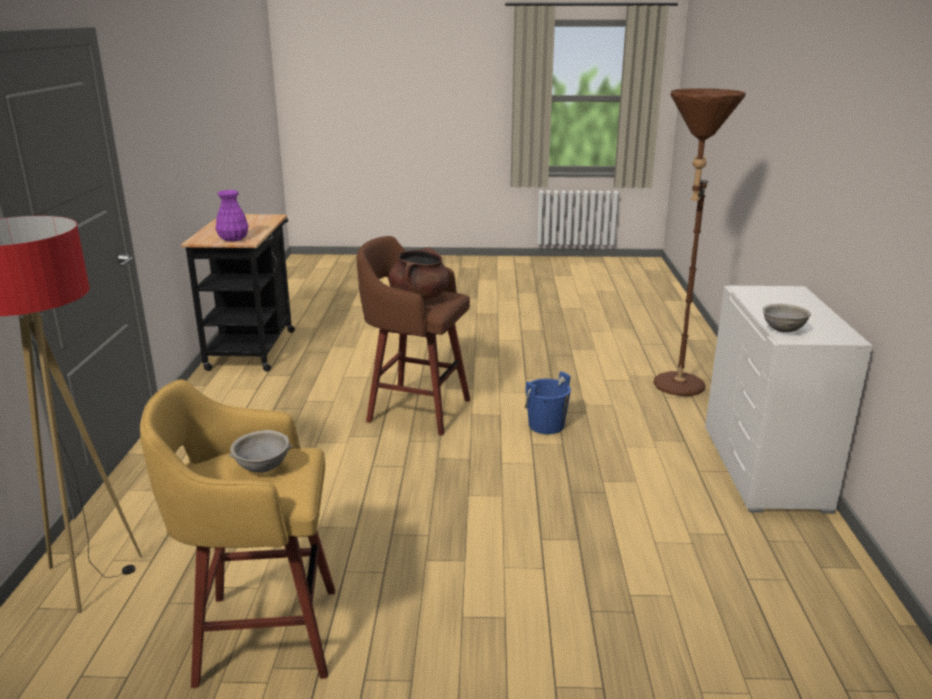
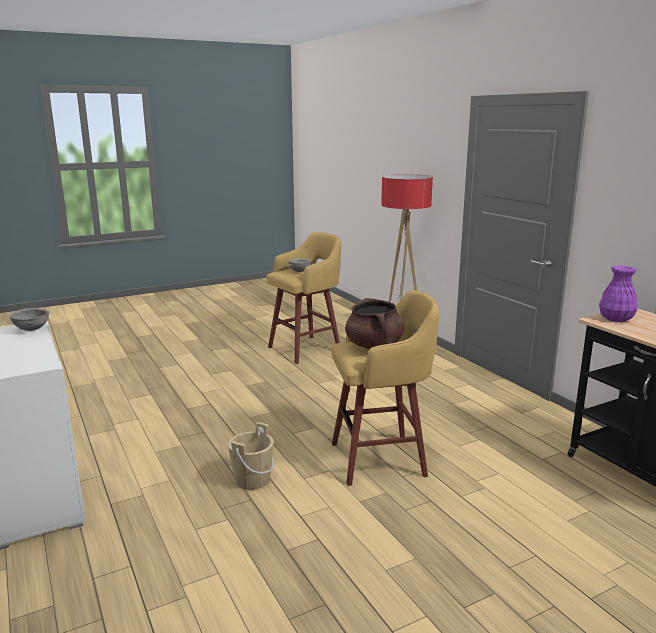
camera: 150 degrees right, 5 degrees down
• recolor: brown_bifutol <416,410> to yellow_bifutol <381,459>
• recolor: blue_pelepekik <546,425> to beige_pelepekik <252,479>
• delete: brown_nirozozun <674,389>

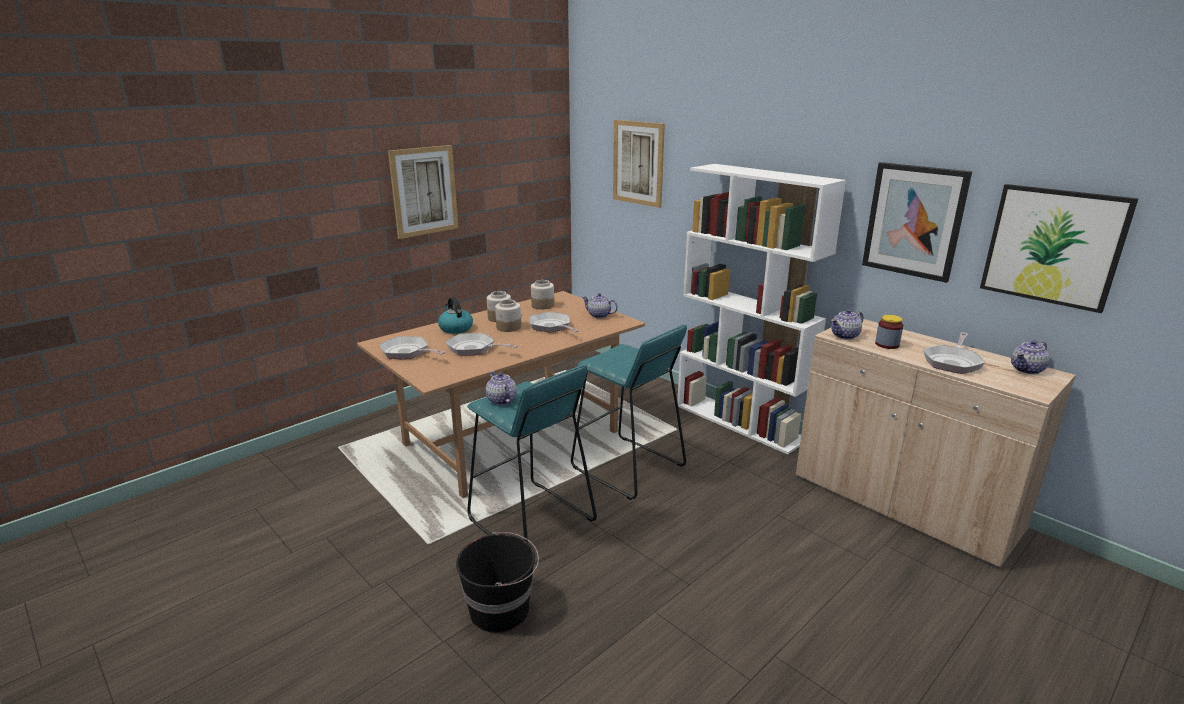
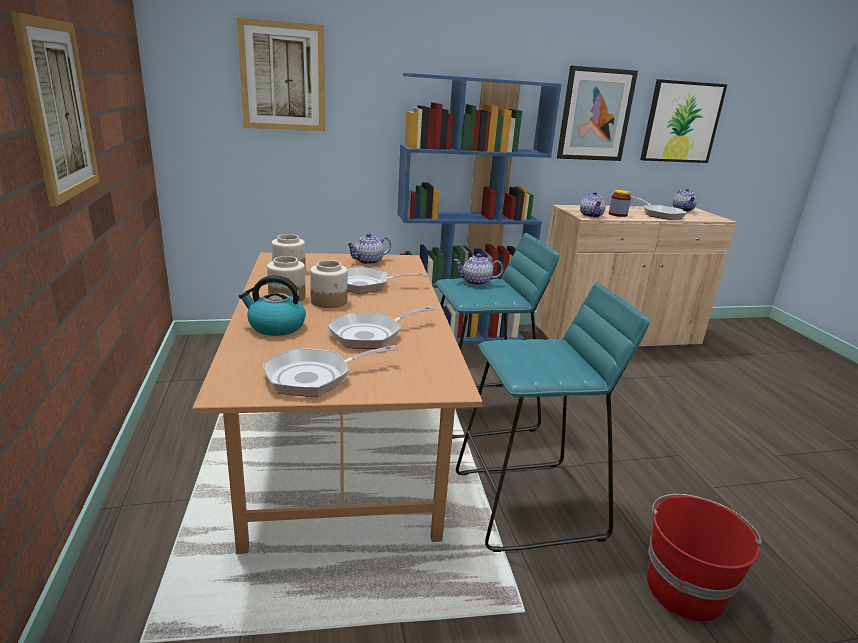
camera: 60 degrees left, 0 degrees up
• recolor: black_pelepekik <501,609> to red_pelepekik <684,588>
• move: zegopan <501,400> to <476,282>
• recolor: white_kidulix <740,422> to blue_kidulix <459,335>

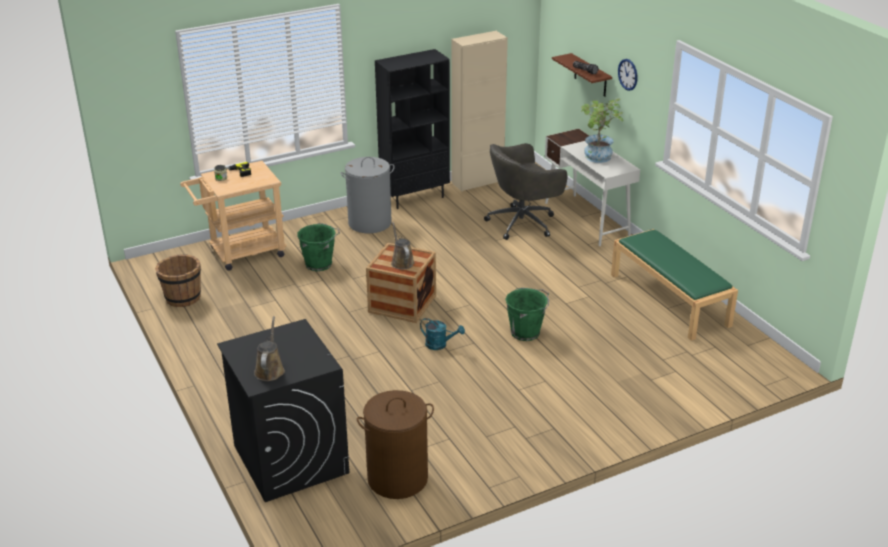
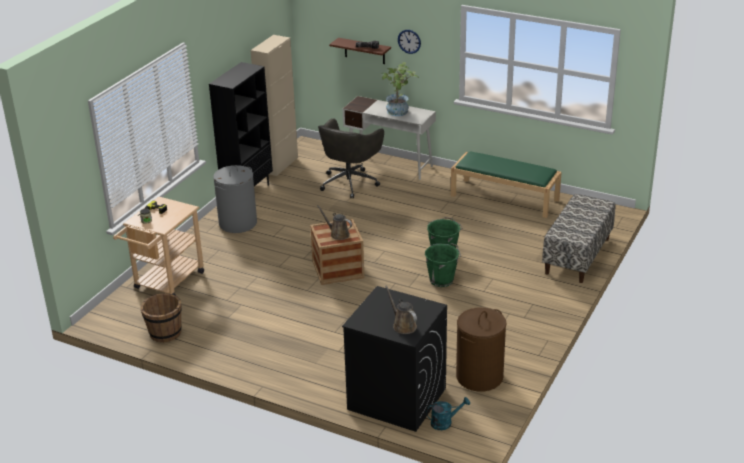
camera: 35 degrees left, 0 degrees up
• move: green_pelepekik <320,264> to <442,280>
• move: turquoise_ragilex <440,345> to <445,422>
• insert: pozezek <577,256>

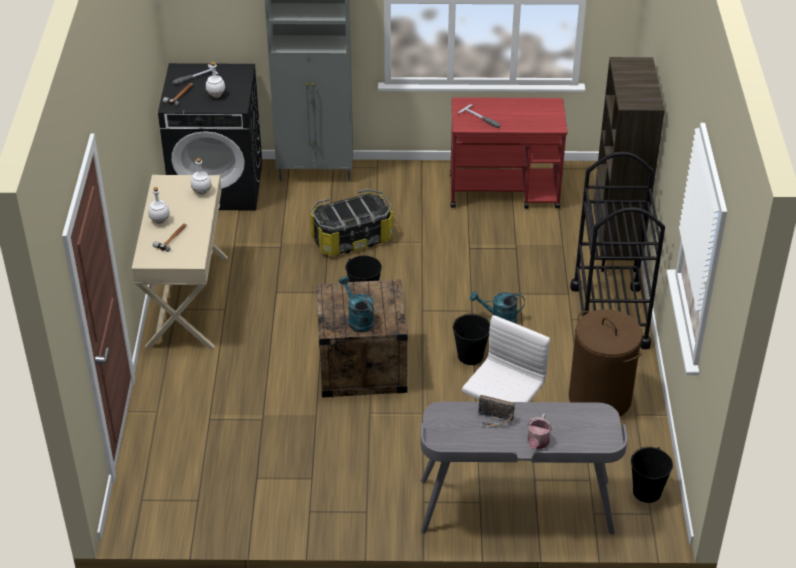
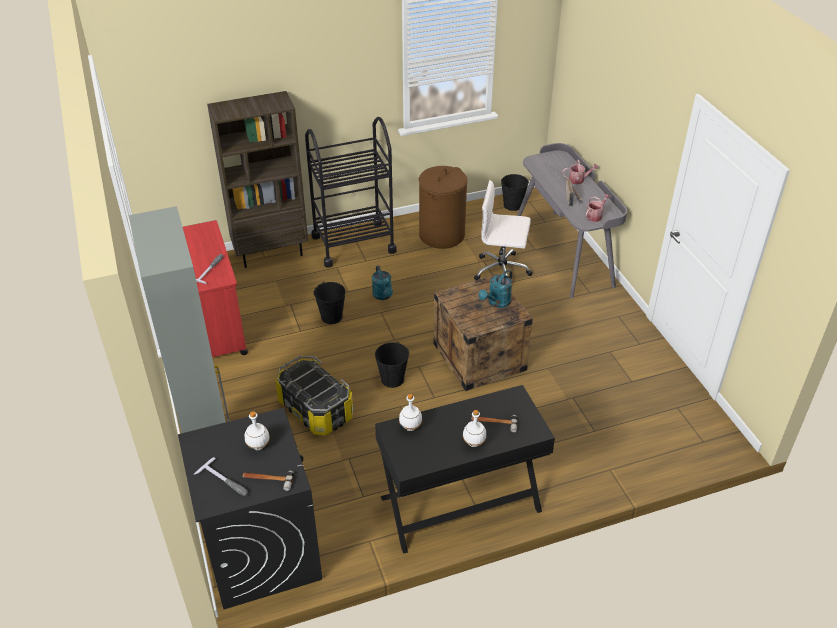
camera: 110 degrees left, 0 degrees up
• recolor: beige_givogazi <186,300> to black_givogazi <460,504>
• move: black_pelepekik <470,356> to <332,316>
• insert: ragilex <595,216>

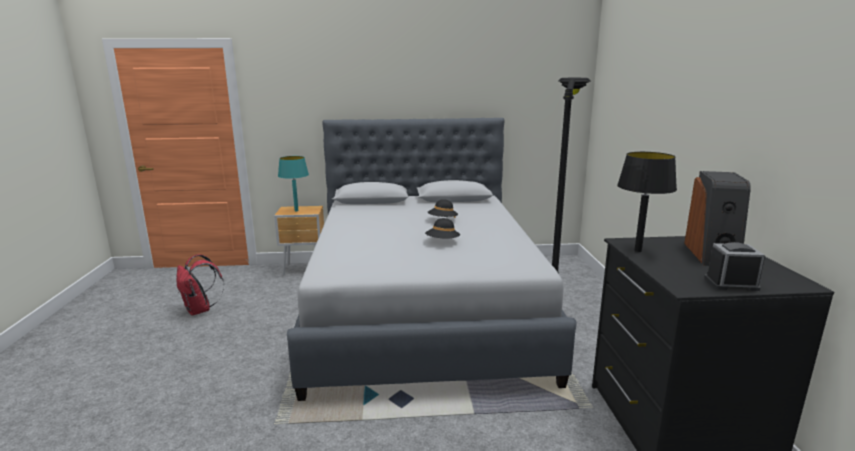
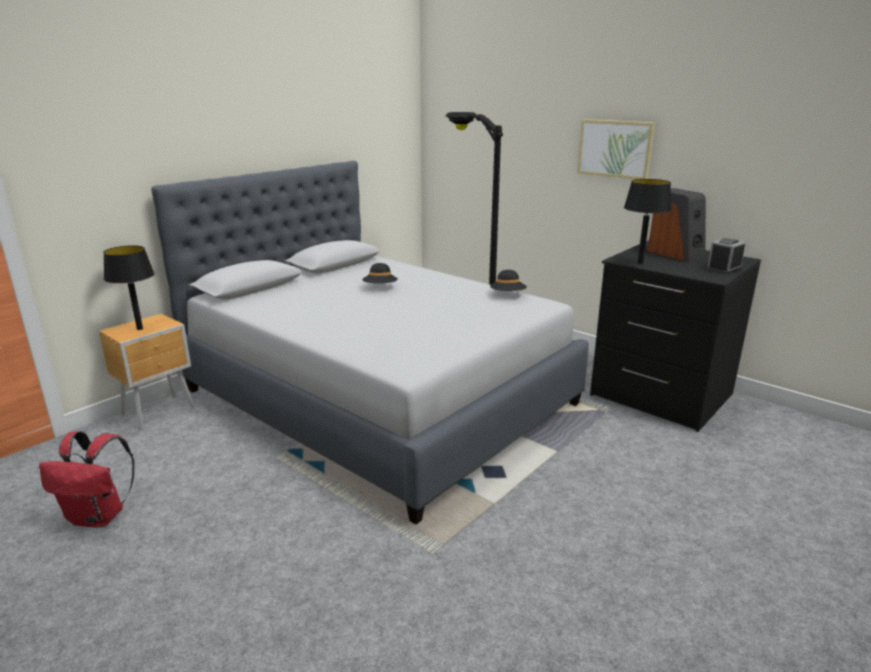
camera: 45 degrees left, 5 degrees up
• recolor: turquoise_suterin <296,210> to black_suterin <139,328>
• move: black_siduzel <442,242> to <508,295>
• insert: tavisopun <614,149>

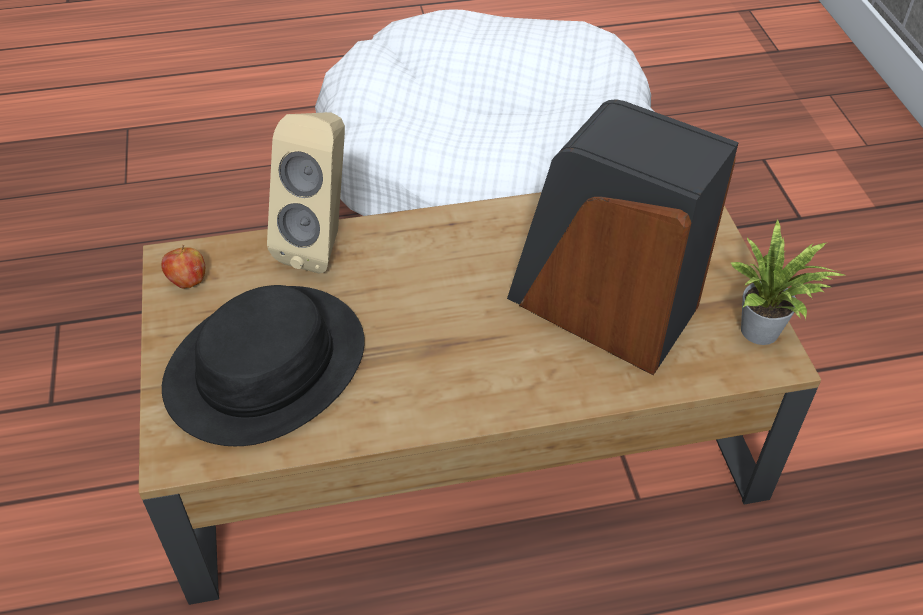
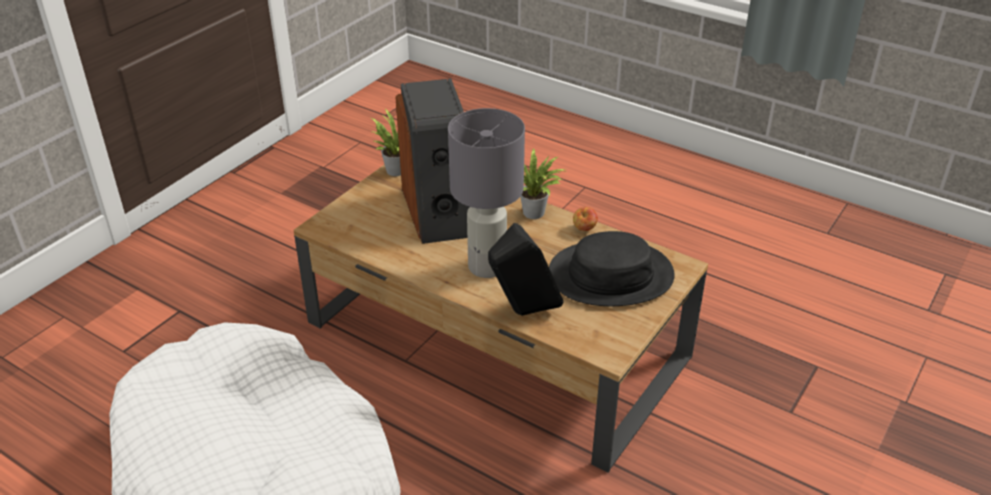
camera: 135 degrees left, 10 degrees down
• move: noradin <188,281> to <584,229>
• recolor: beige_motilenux <321,244> to black_motilenux <523,313>
• insert: grey_suterin <487,267>
• insert: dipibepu <536,214>

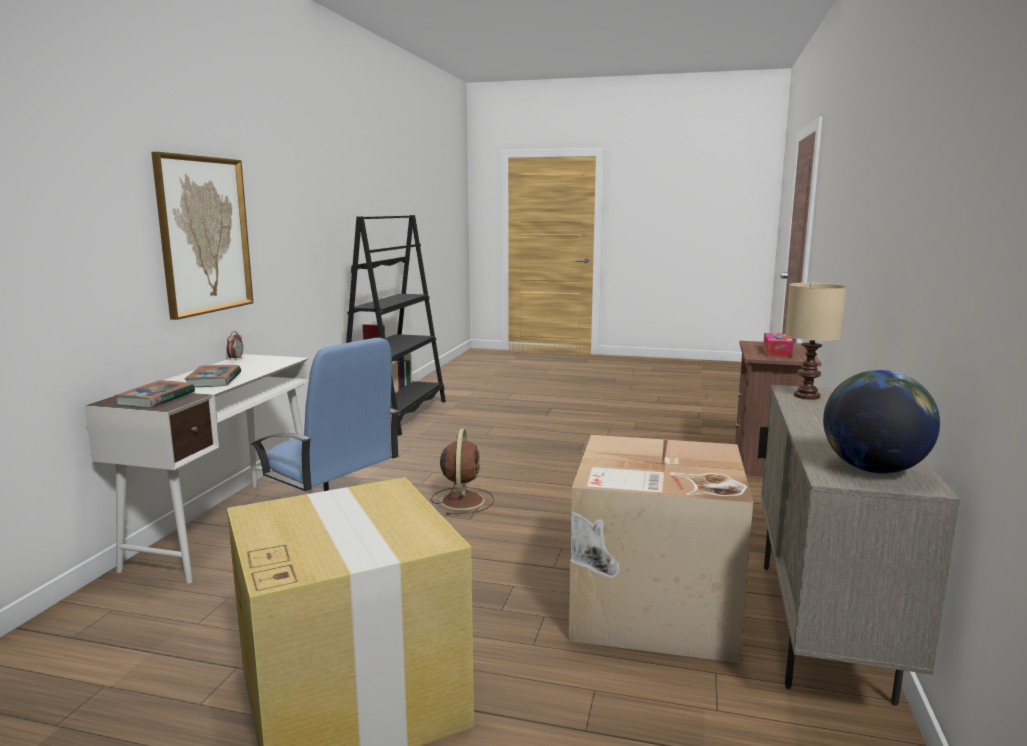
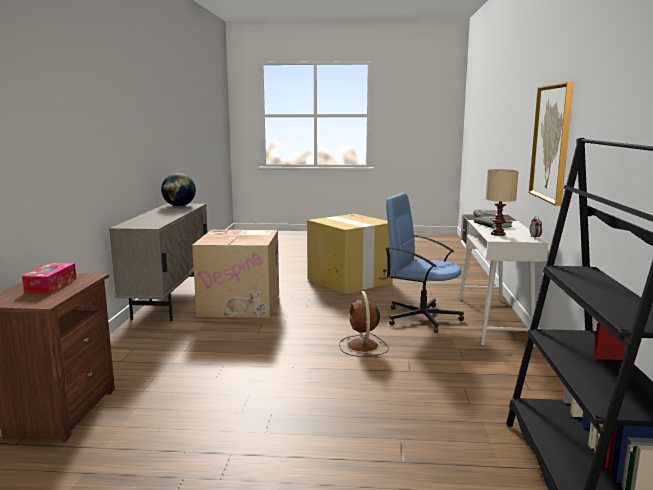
camera: 170 degrees right, 0 degrees up
• move: beige_suterin <805,396> to <498,234>

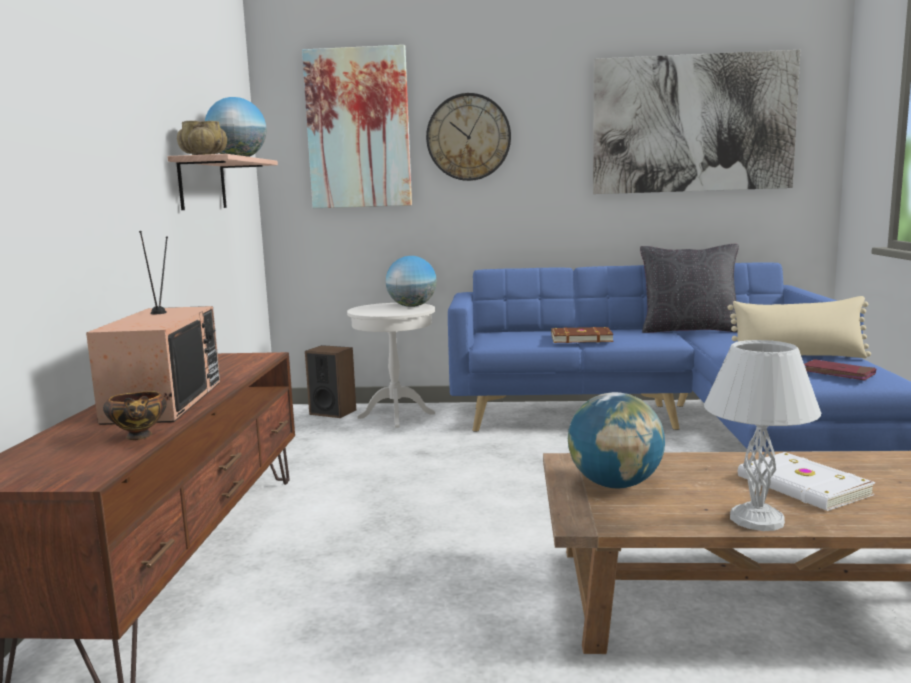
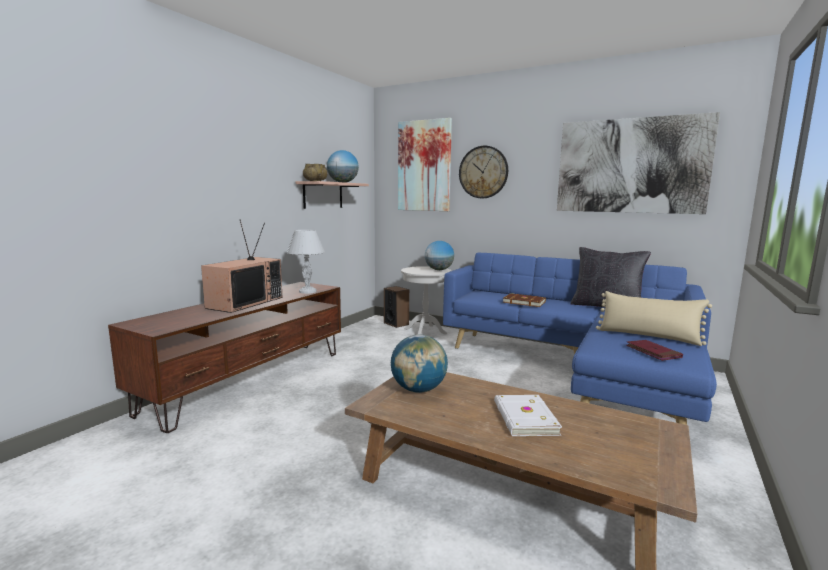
camera: 25 degrees right, 0 degrees up
• delete: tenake <140,437>
• move: white_suterin <754,520> to <307,291>

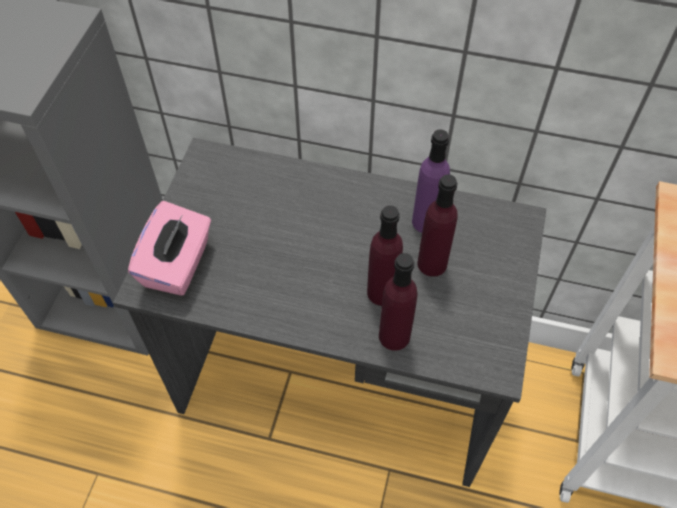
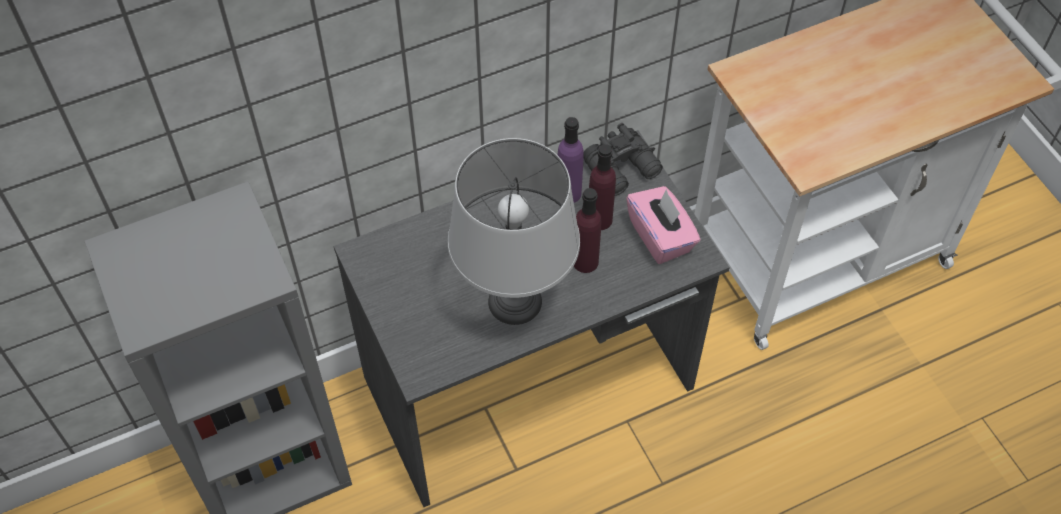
camera: 40 degrees left, 0 degrees up
• move: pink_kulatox <178,265> to <661,237>
• delete: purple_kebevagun <394,336>
• insert: grey_suterin <515,302>
• insert: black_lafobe <624,169>

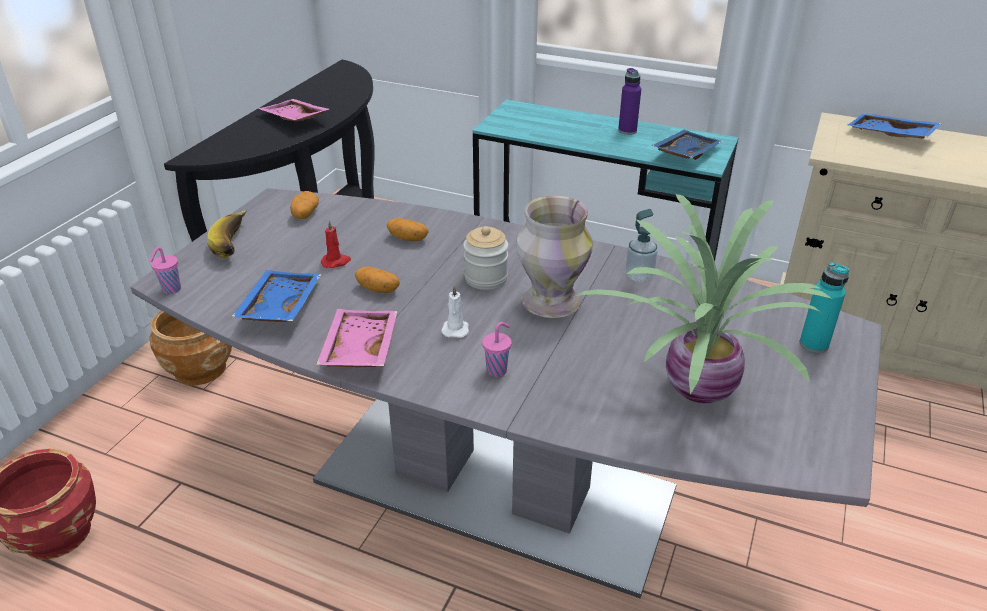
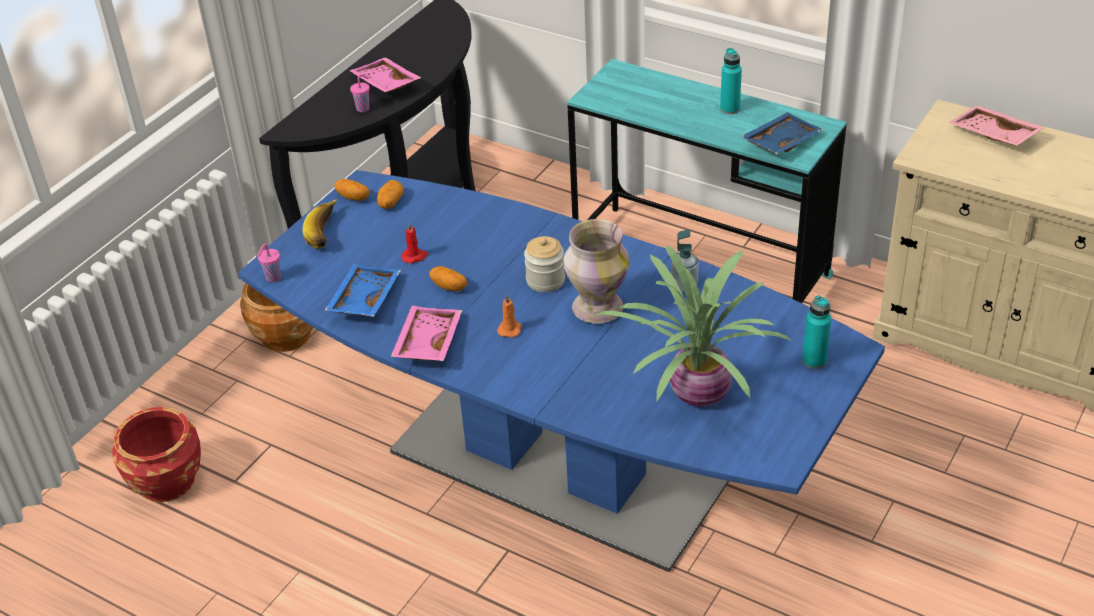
camera: 10 degrees right, 5 degrees up
• recolor: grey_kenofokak <492,484> to blue_kenofokak <555,466>
• move: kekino <408,238> to <353,197>
• recolor: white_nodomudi <455,329> to orange_nodomudi <510,329>
• move: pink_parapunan <497,370> to <363,108>
• recolor: purple_kebevagun <627,131> to turquoise_kebevagun <730,109>
• recolor: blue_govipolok <889,136> to pink_govipolok <993,136>

